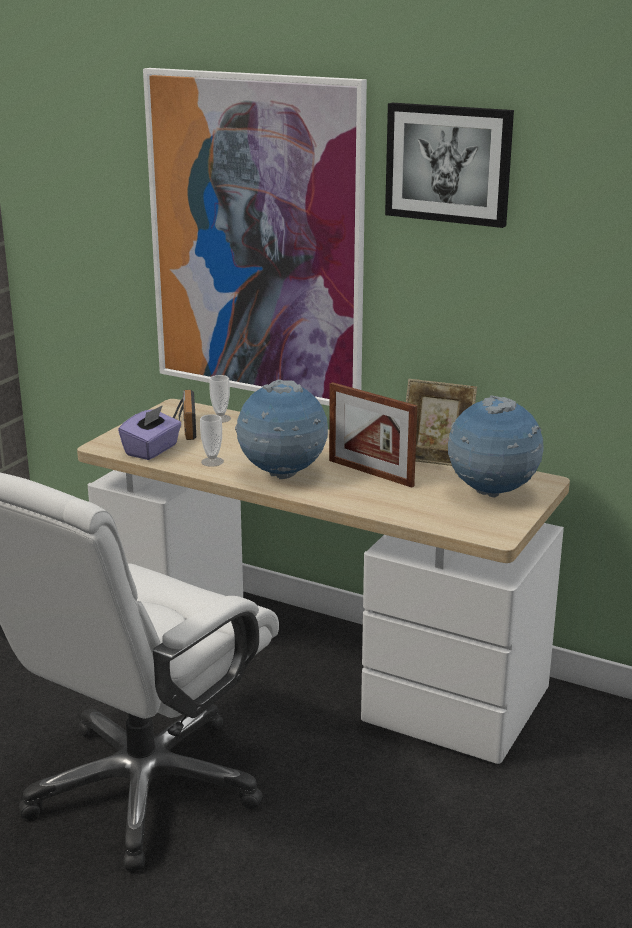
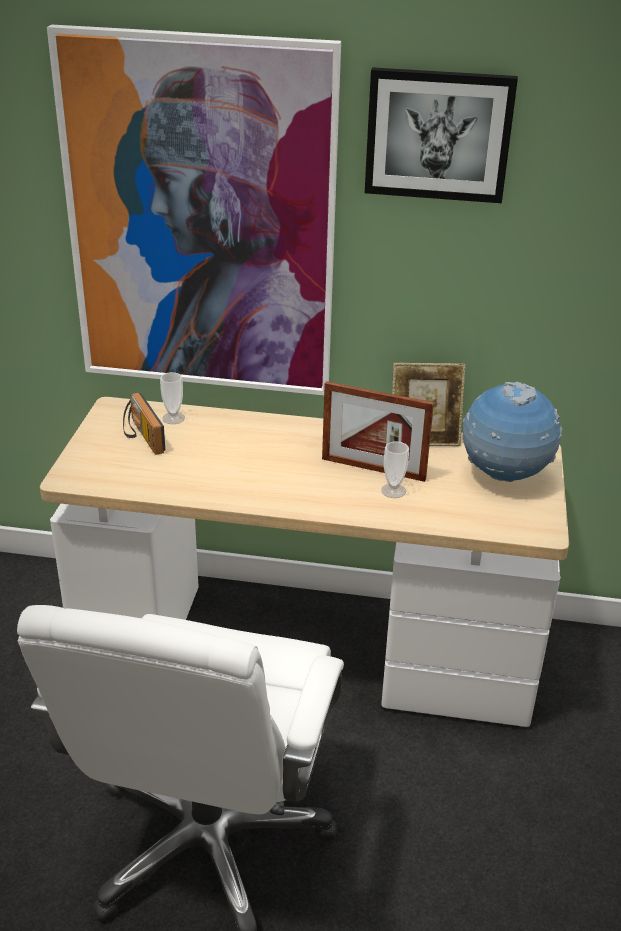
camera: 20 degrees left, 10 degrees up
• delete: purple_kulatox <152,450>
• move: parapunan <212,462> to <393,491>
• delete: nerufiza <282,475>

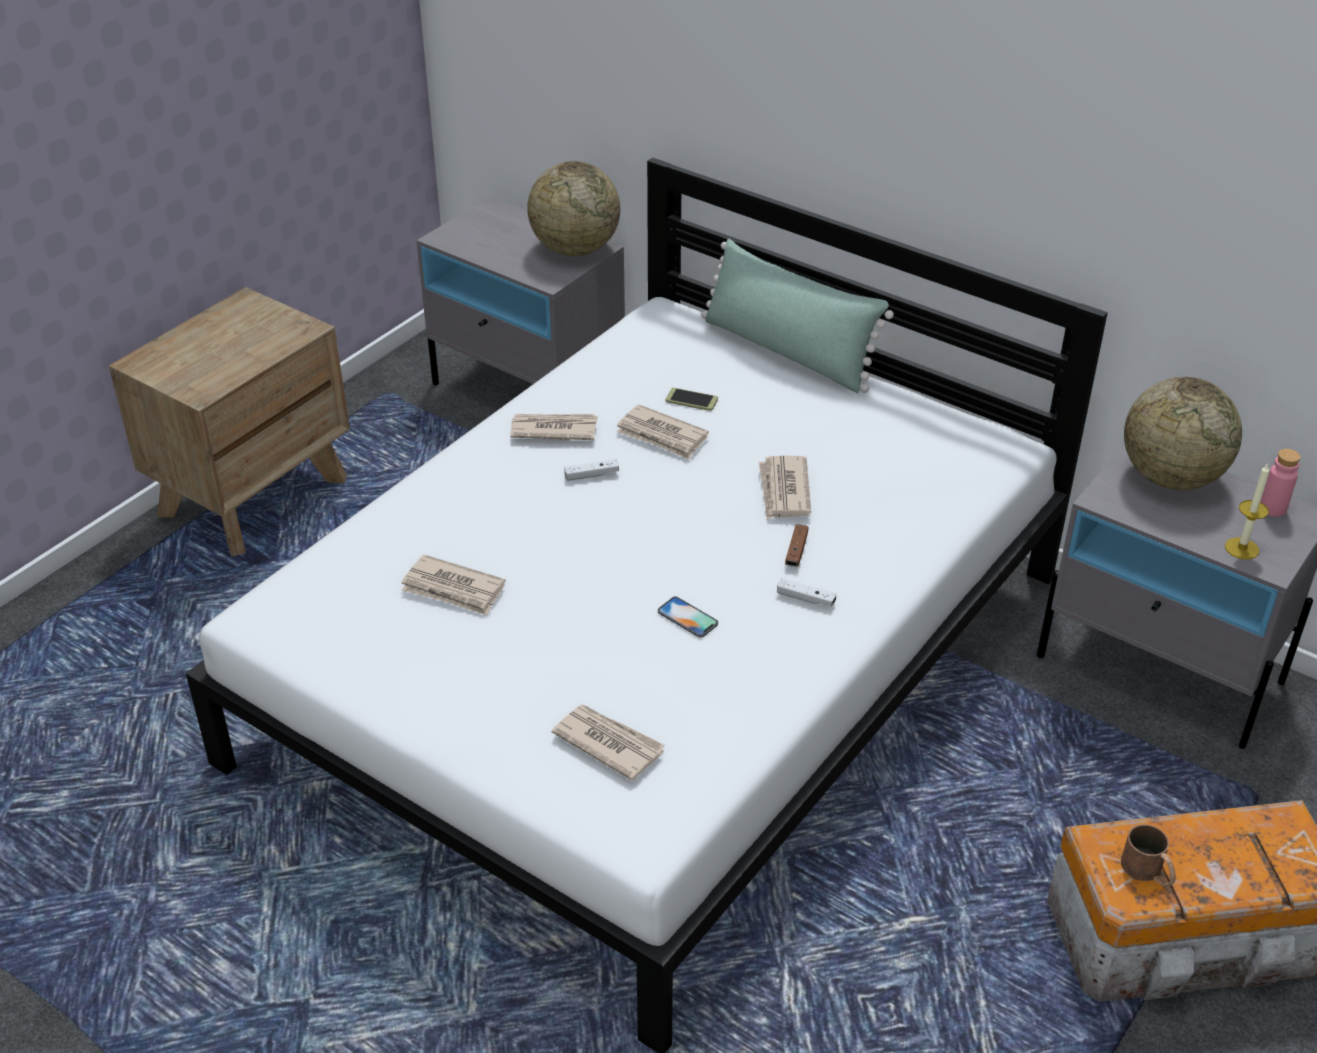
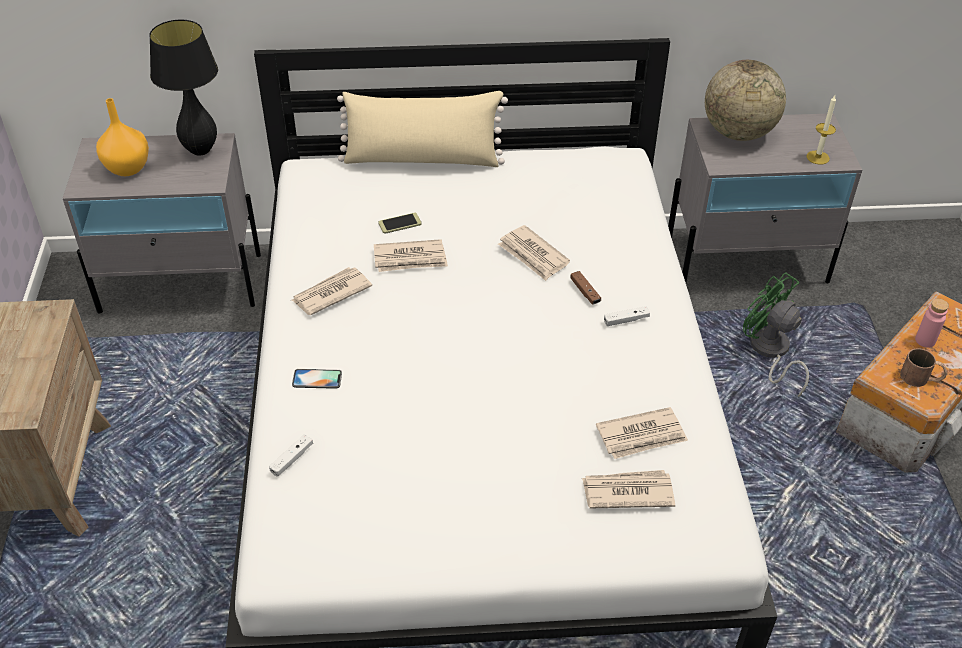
camera: 40 degrees left, 5 degrees up
• move: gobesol <453,589> to <642,436>
• replace: nerufiza <575,249> to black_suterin <201,150>
• move: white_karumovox <591,475> to <292,459>
• move: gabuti <687,617> to <317,379>
• recolor: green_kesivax <788,352> to beige_kesivax <422,159>
• move: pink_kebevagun <1272,508> to <925,340>
• insert: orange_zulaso <128,167>
• insert: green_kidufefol <769,352>

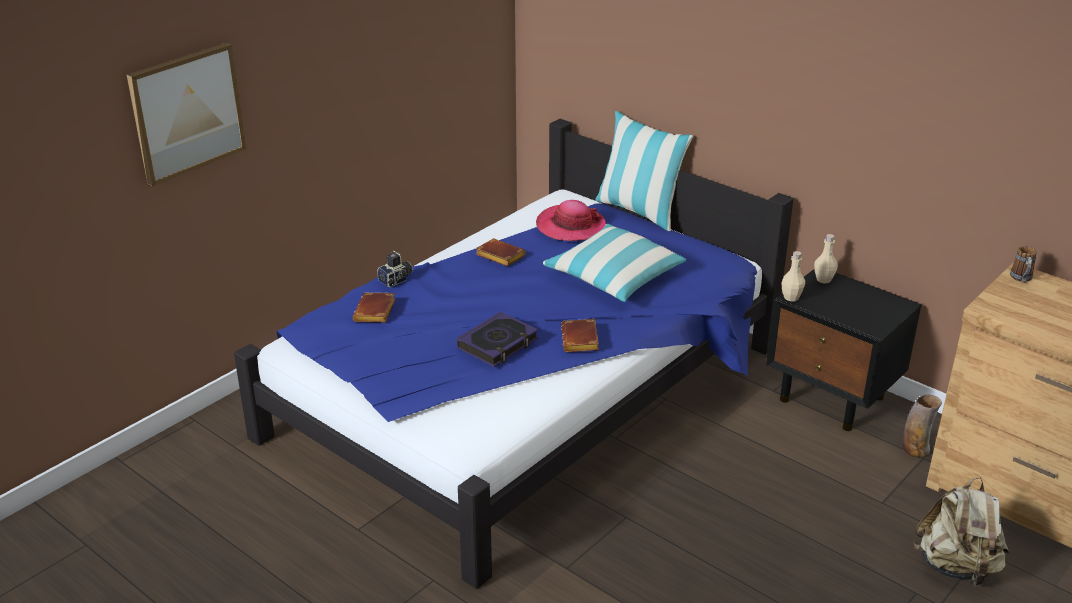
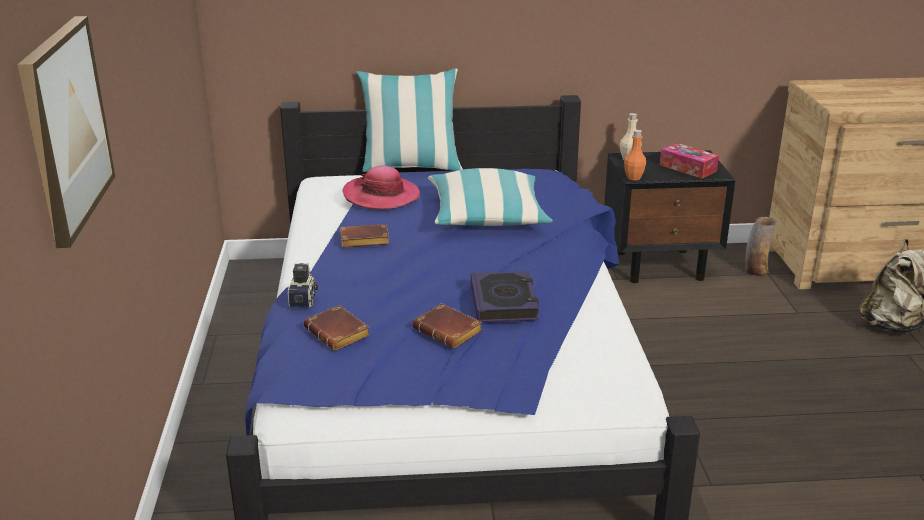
camera: 45 degrees left, 5 degrees down
• move: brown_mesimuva <581,340> to <450,331>
• recolor: beige_kebevagun <791,297> to orange_kebevagun <633,177>
• delete: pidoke <1021,279>
• insert: kulatox <687,168>

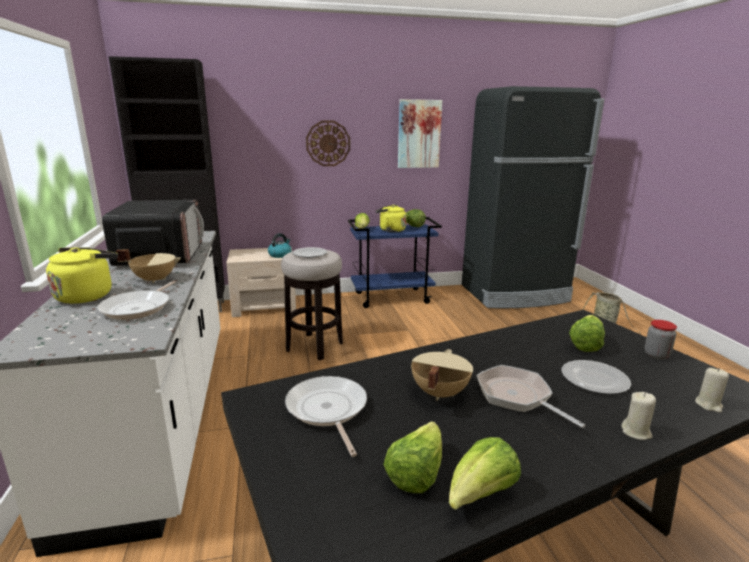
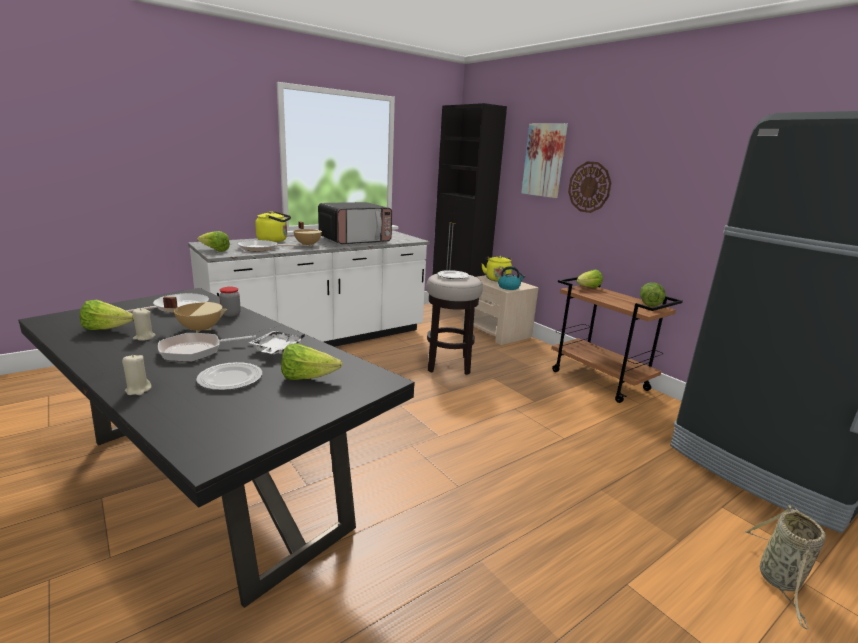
camera: 65 degrees right, 0 degrees up
• recolor: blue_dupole <392,298> to brown_dupole <600,380>
• move: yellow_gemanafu <390,230> to <496,279>
• move: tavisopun <419,134> to <544,160>
• move: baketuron <480,495> to <215,250>
• rotate: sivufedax <517,397> = <196,351> 150 degrees counterclockwise
• move: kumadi <656,355> to <231,314>
• move: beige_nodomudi <708,405> to <144,337>
• insert: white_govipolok <277,350>

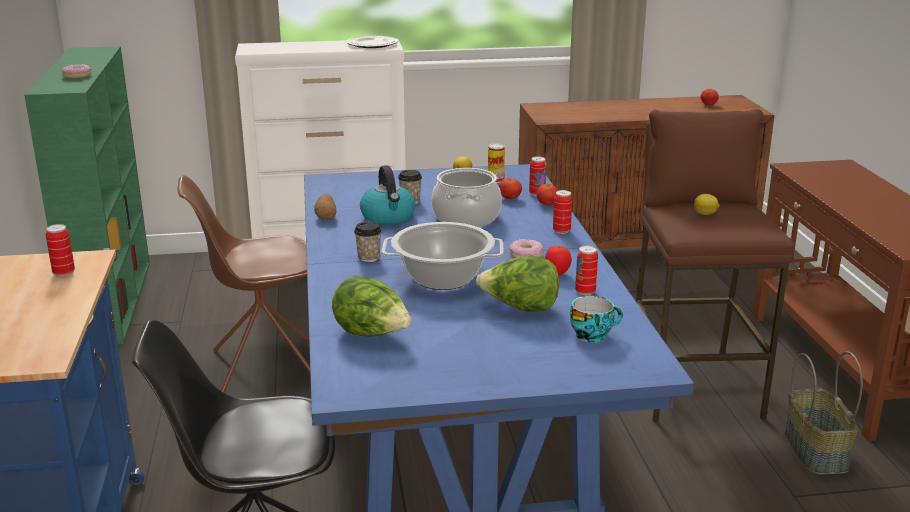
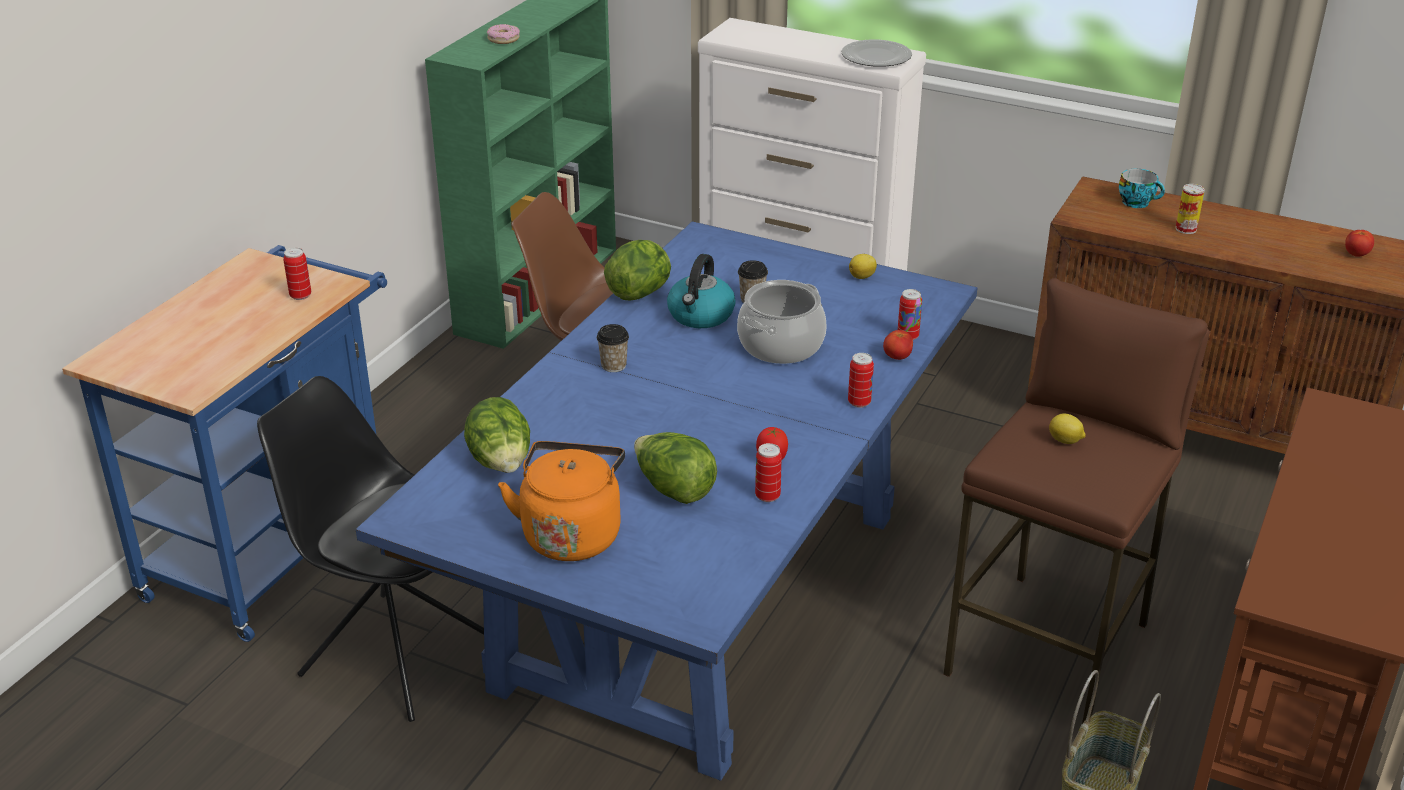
camera: 35 degrees right, 10 degrees up
• replace: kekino <326,216> to baketuron <640,293>
• delete: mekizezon <443,278>
• move: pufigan <495,180> to <1186,229>
• delete: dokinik <510,198>
• delete: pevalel <526,255>
• move: parapunan <593,334> to <1137,202>
• insert: orange_gemanafu <572,533>

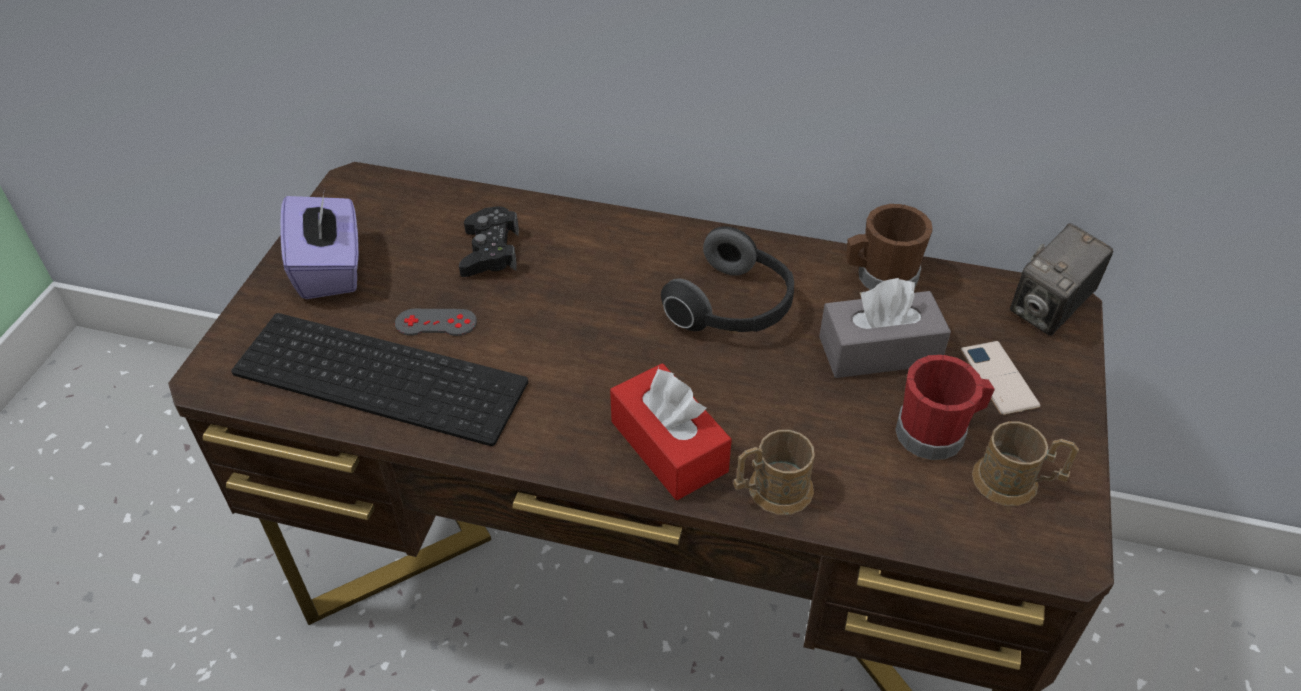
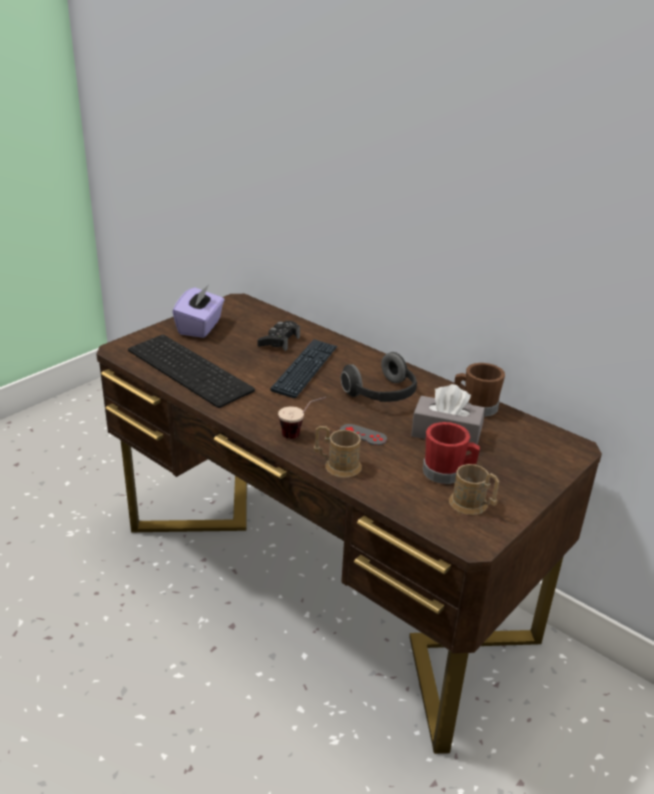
camera: 25 degrees right, 15 degrees down
• move: grey_karumovox <436,323> to <363,435>
• replace: red_kulatox <669,446> to parapunan <301,434>
• delete: gabuti <999,378>
• delete: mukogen <1049,311>
• insert: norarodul <305,369>

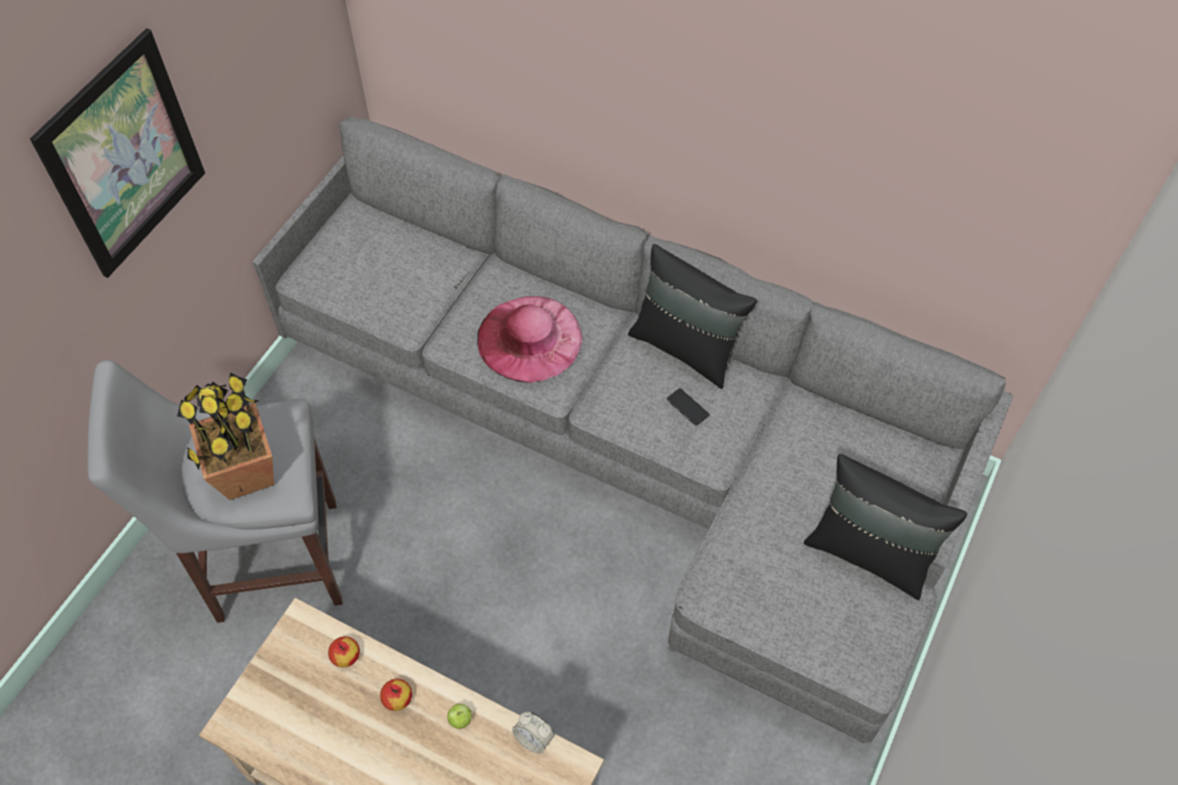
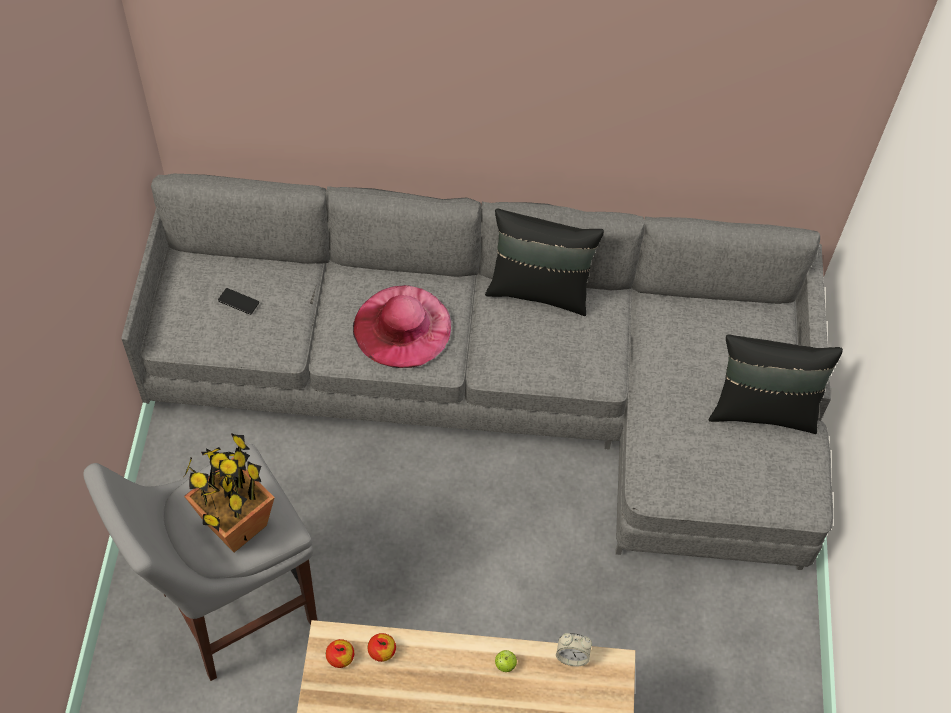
camera: 25 degrees left, 0 degrees up
• delete: tavisopun <123,156>
• move: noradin <397,698> to <340,657>
• move: gabuti <687,407> to <238,301>

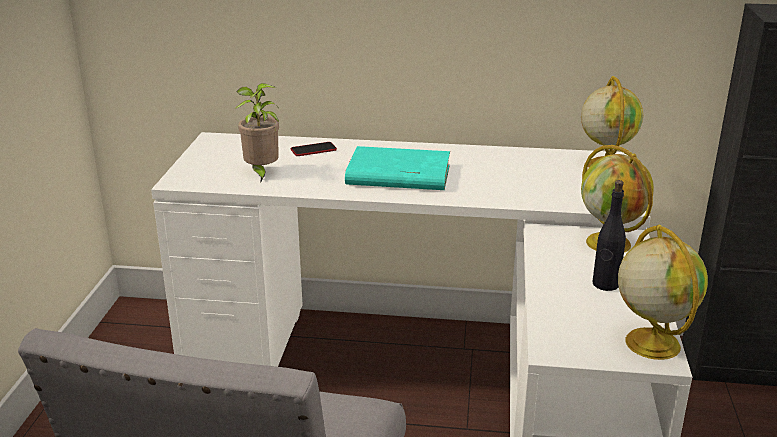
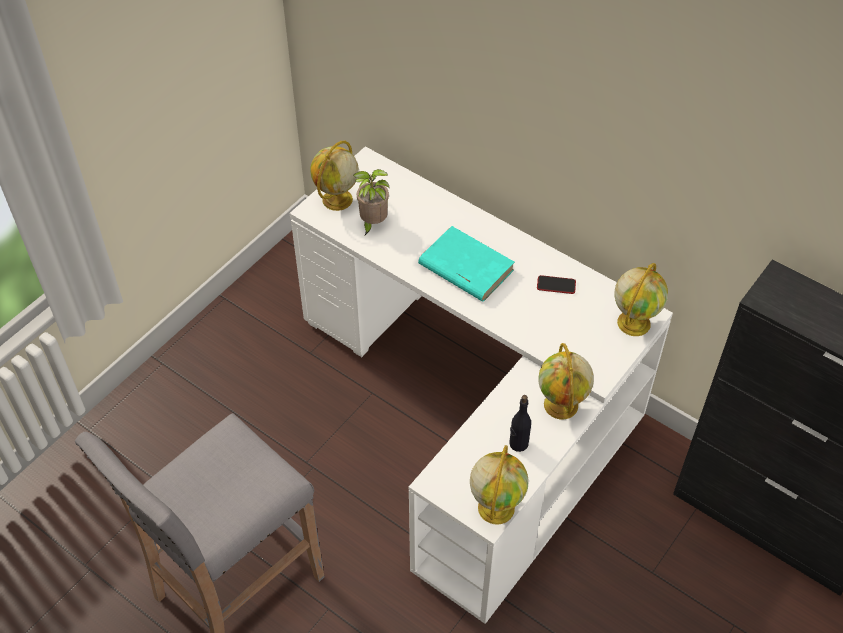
camera: 30 degrees right, 25 degrees up
• move: gabuti <313,150> to <556,285>
• insert: nerufiza <337,200>

